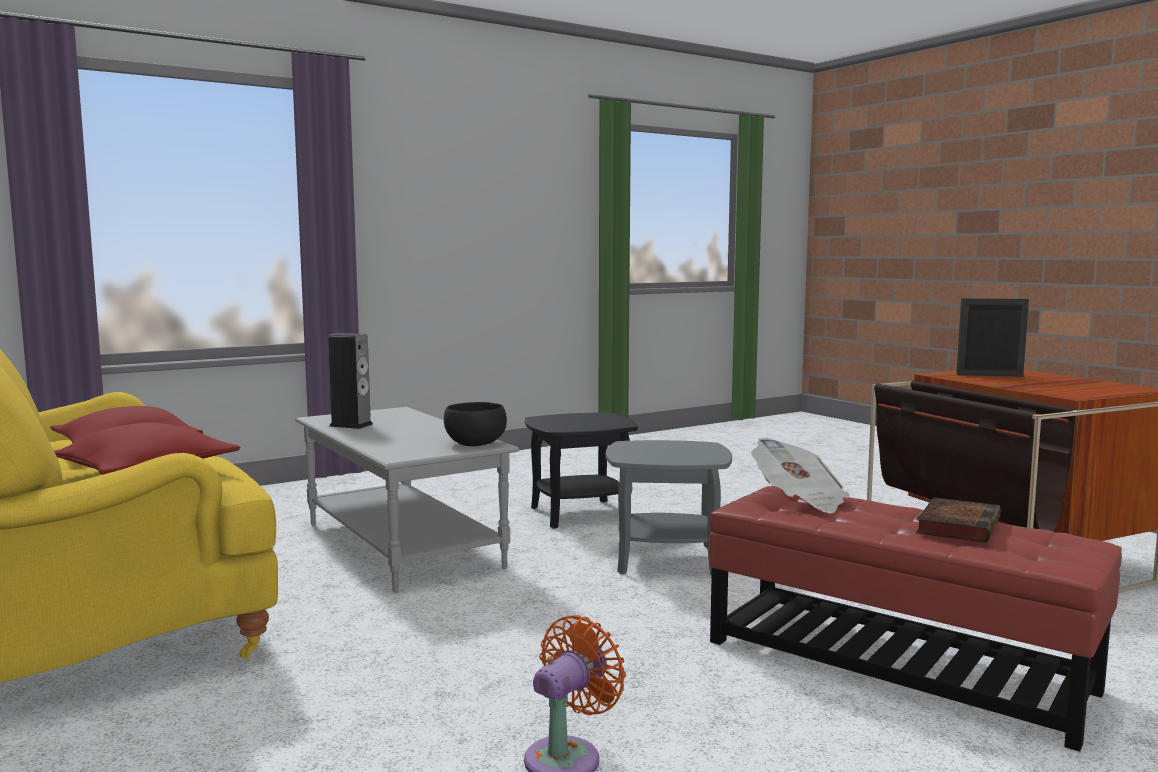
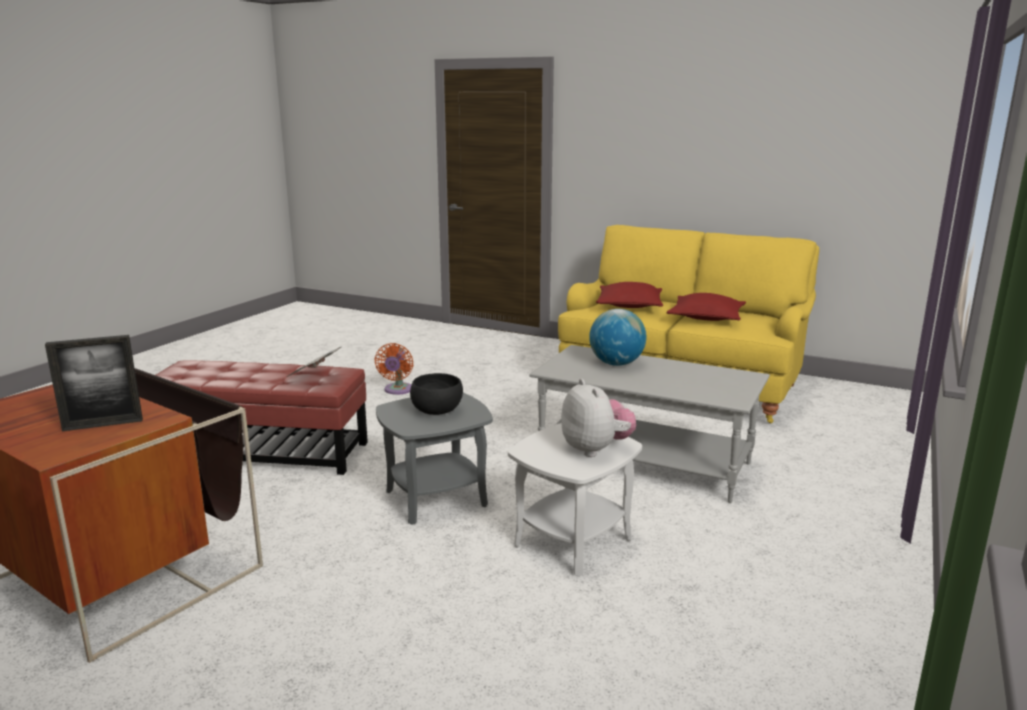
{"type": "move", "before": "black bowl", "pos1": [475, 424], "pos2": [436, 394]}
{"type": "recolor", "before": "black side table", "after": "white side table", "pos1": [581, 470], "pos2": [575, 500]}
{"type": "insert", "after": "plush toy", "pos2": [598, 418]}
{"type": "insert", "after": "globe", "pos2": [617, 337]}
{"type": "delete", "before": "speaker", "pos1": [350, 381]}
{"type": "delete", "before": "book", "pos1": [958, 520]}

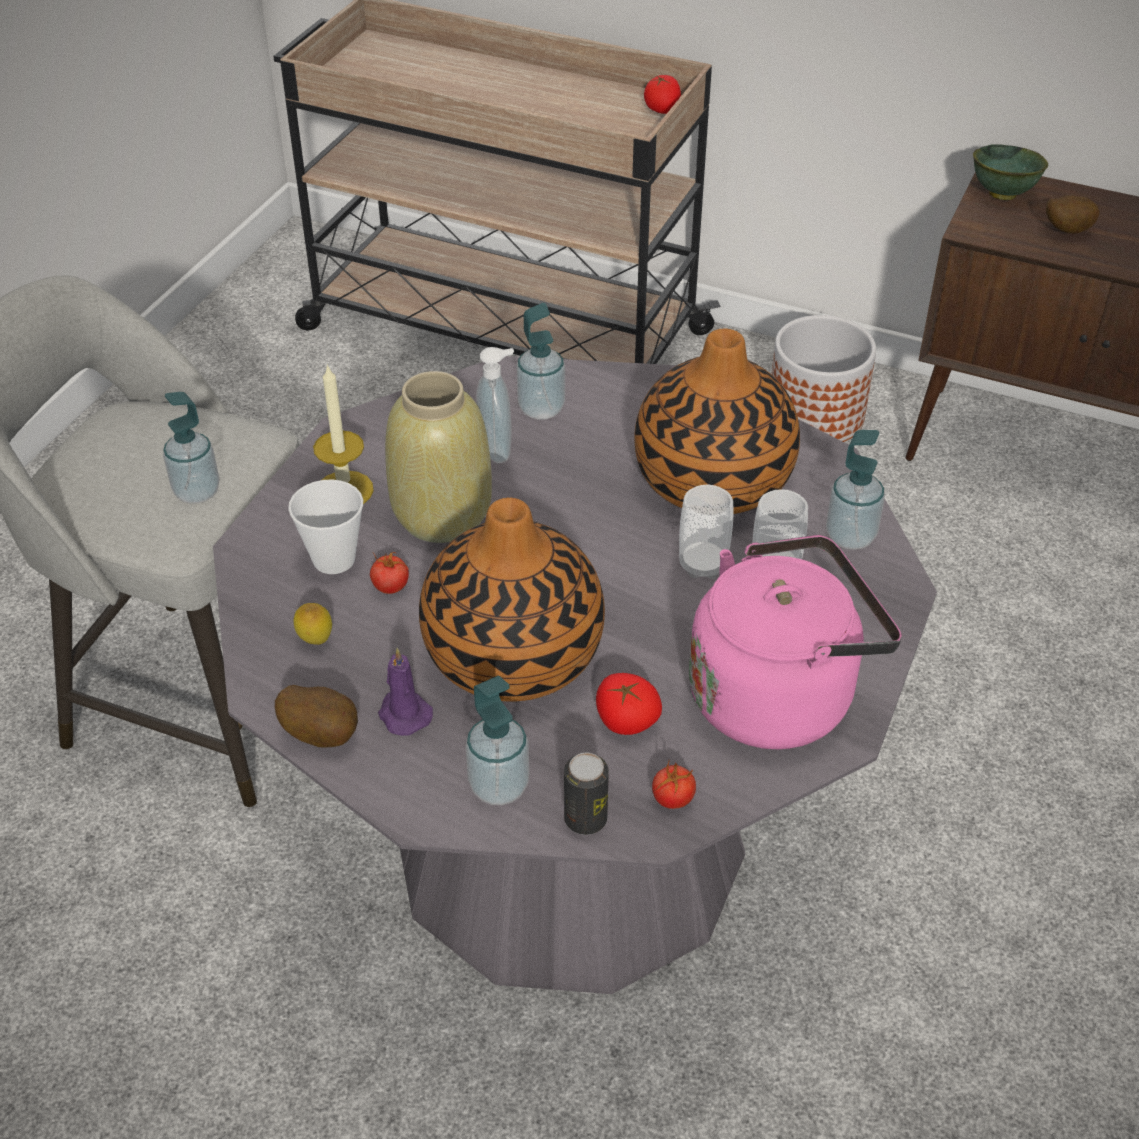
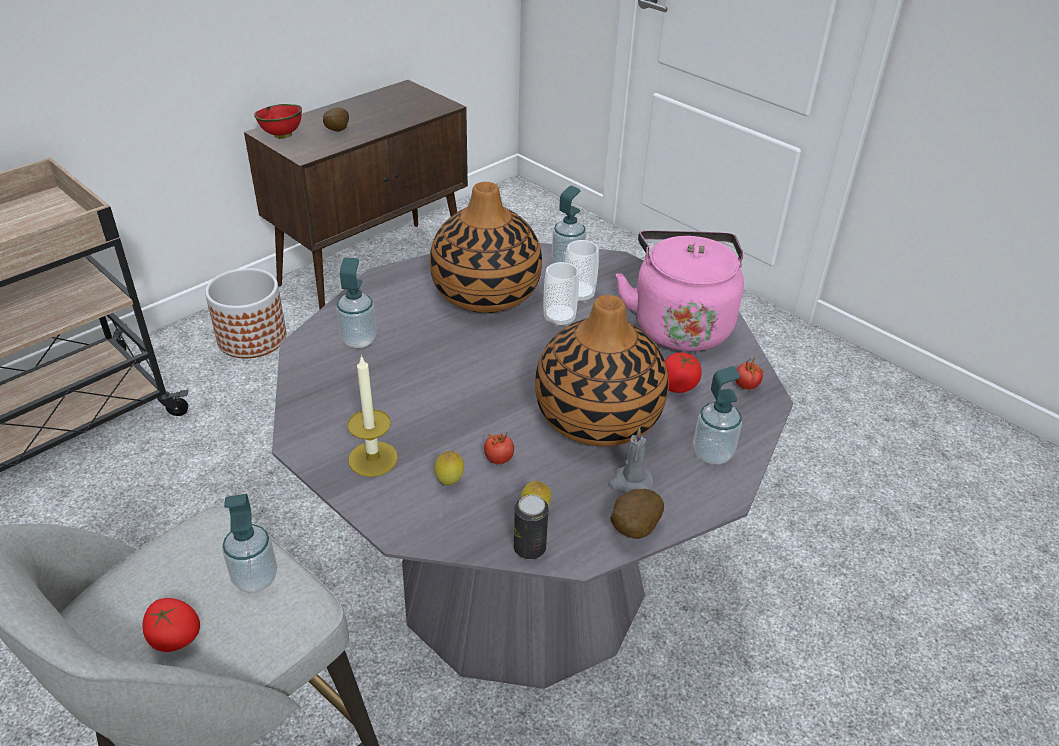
{"type": "move", "before": "tomato", "pos1": [662, 94], "pos2": [171, 625]}
{"type": "recolor", "before": "green bowl", "after": "red bowl", "pos1": [1010, 172], "pos2": [278, 121]}
{"type": "replace", "before": "cup", "after": "lemon", "pos1": [325, 526], "pos2": [449, 468]}
{"type": "move", "before": "can", "pos1": [586, 794], "pos2": [531, 527]}
{"type": "recolor", "before": "purple candle", "after": "grey candle", "pos1": [405, 691], "pos2": [631, 461]}
{"type": "delete", "before": "beige vase", "pos1": [438, 457]}
{"type": "delete", "before": "soap dispenser", "pos1": [495, 405]}

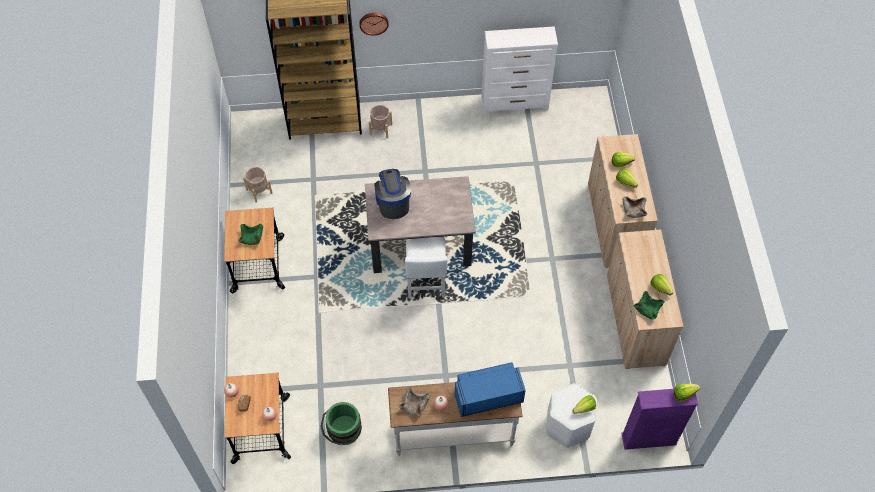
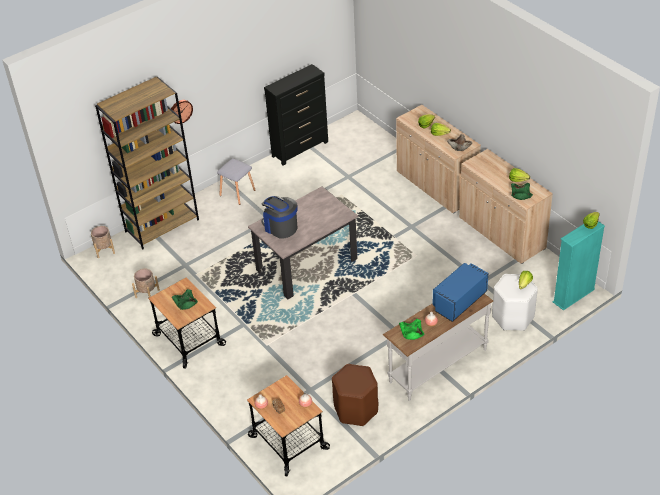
{"type": "move", "before": "beige planter", "pos1": [380, 121], "pos2": [103, 242]}
{"type": "insert", "after": "grey stool", "pos2": [236, 182]}
{"type": "recolor", "before": "white dresser", "after": "black dresser", "pos1": [519, 70], "pos2": [296, 115]}
{"type": "replace", "before": "green bucket", "after": "brown stool", "pos1": [341, 423], "pos2": [355, 395]}
{"type": "recolor", "before": "beige bowl", "after": "green bowl", "pos1": [414, 402], "pos2": [411, 329]}
{"type": "recolor", "before": "purple bookcase", "after": "turquoise bookcase", "pos1": [659, 419], "pos2": [579, 266]}
{"type": "delete", "before": "white chair", "pos1": [426, 267]}

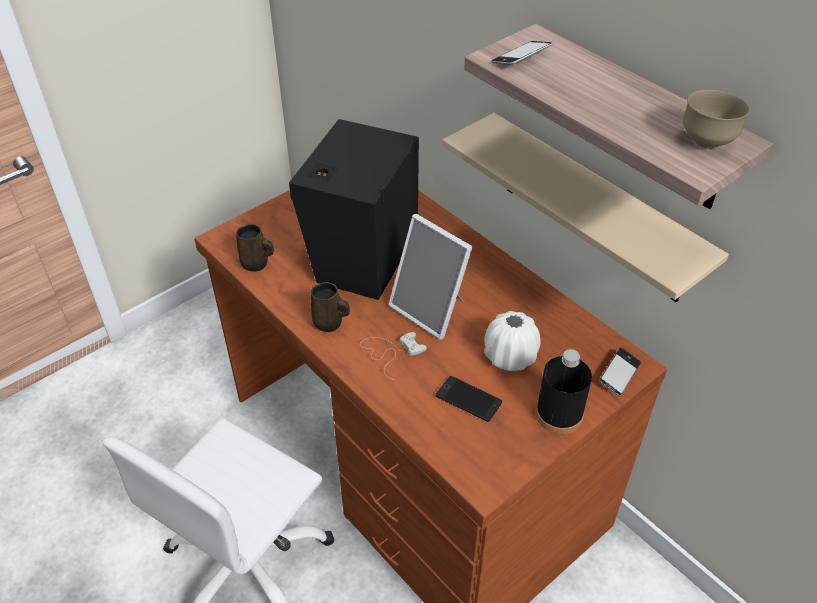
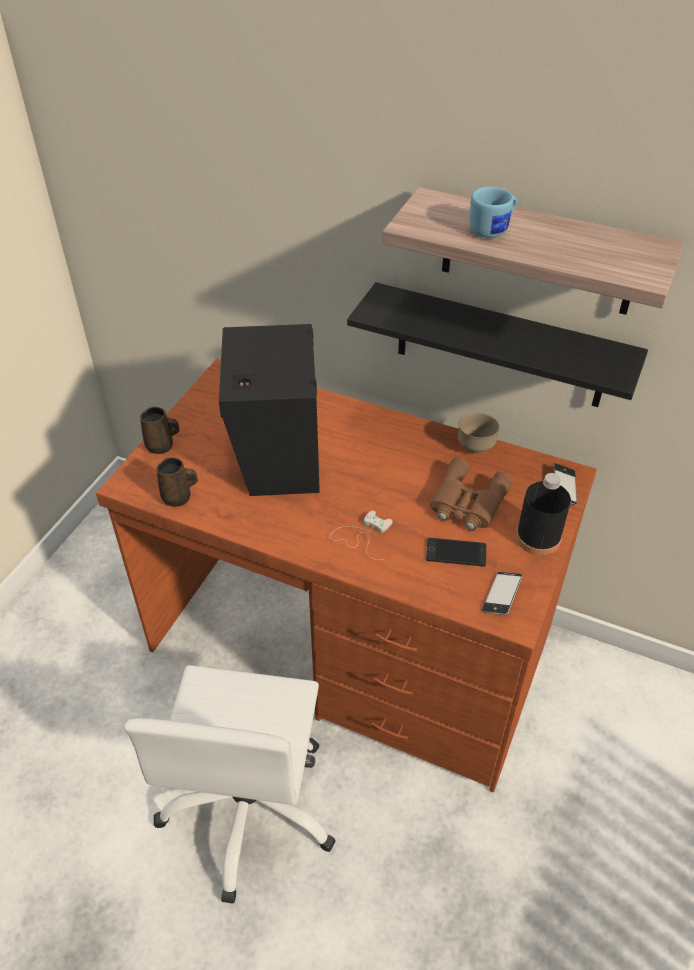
{"type": "move", "before": "brown mug", "pos1": [330, 307], "pos2": [159, 430]}
{"type": "recolor", "before": "beige shelf", "after": "black shelf", "pos1": [585, 208], "pos2": [497, 344]}
{"type": "replace", "before": "white vase", "after": "brown binoculars", "pos1": [512, 341], "pos2": [471, 494]}
{"type": "move", "before": "brown bowl", "pos1": [716, 119], "pos2": [479, 433]}
{"type": "insert", "after": "blue mug", "pos2": [494, 212]}
{"type": "move", "before": "phone", "pos1": [522, 53], "pos2": [502, 593]}
{"type": "delete", "before": "picture frame", "pos1": [430, 277]}

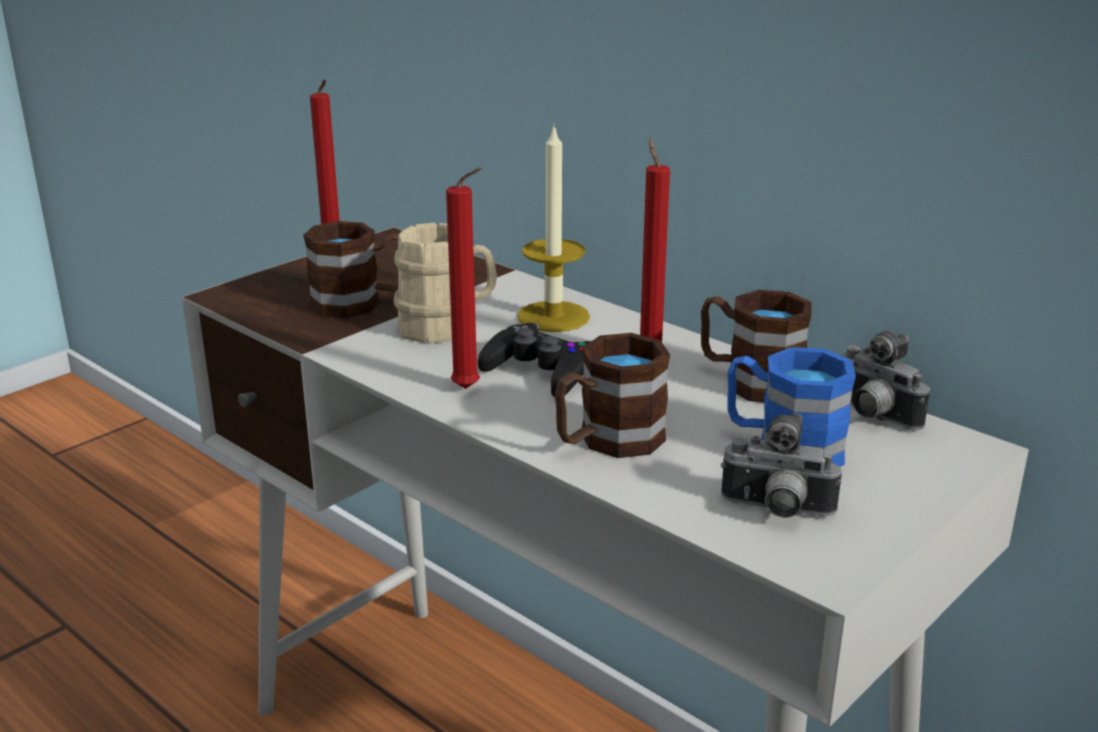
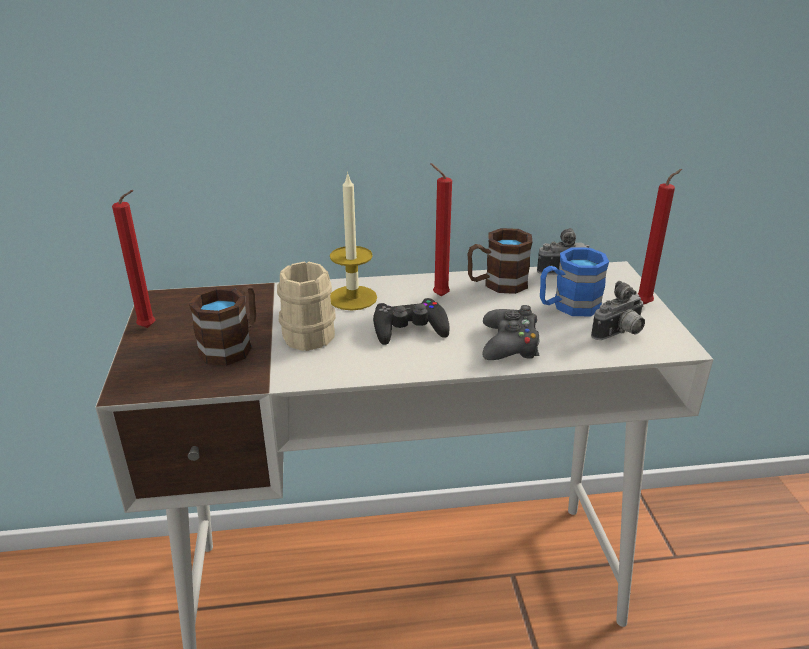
{"type": "replace", "before": "brown mug", "after": "black game controller", "pos1": [612, 395], "pos2": [510, 332]}
{"type": "move", "before": "red candle", "pos1": [464, 278], "pos2": [660, 237]}

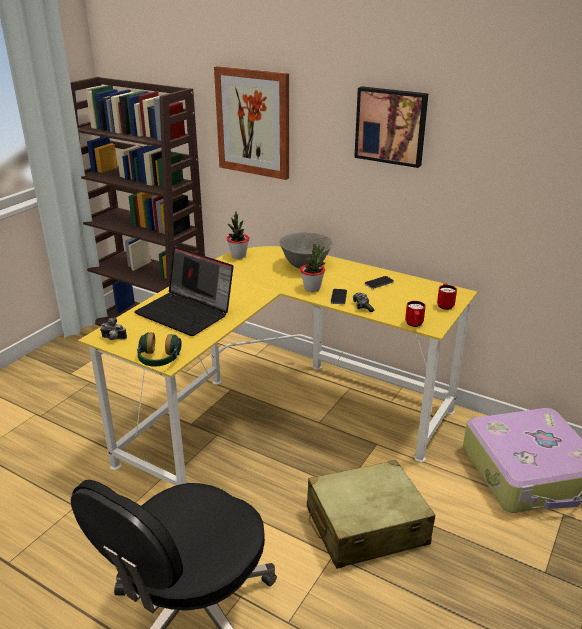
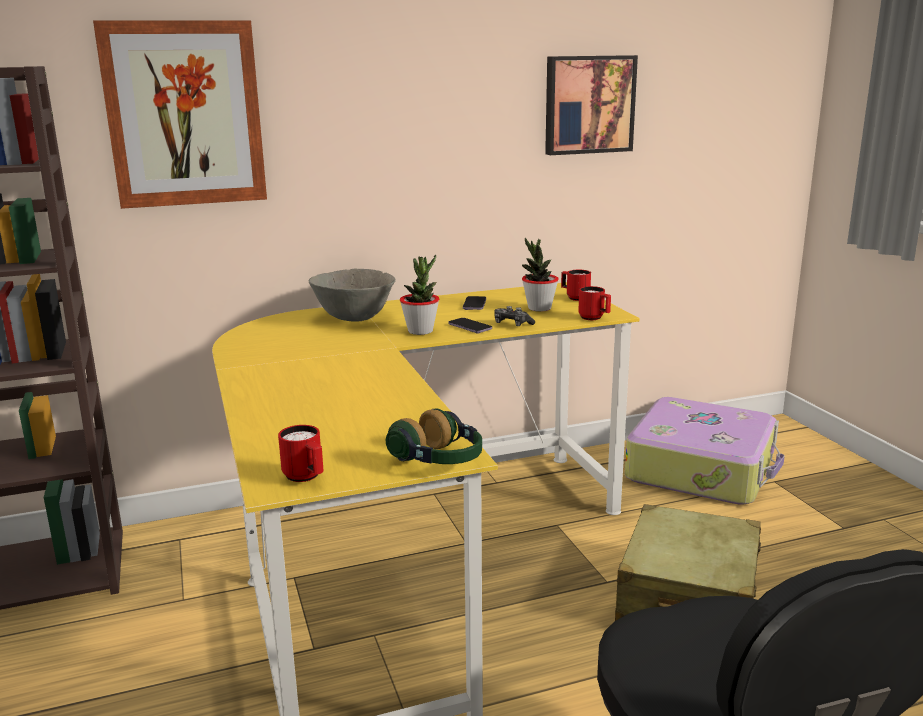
{"type": "replace", "before": "photo camera", "after": "red mug", "pos1": [113, 328], "pos2": [301, 453]}
{"type": "move", "before": "potted plant", "pos1": [238, 235], "pos2": [540, 275]}
{"type": "move", "before": "picture", "pos1": [391, 127], "pos2": [591, 105]}
{"type": "delete", "before": "laptop", "pos1": [183, 291]}

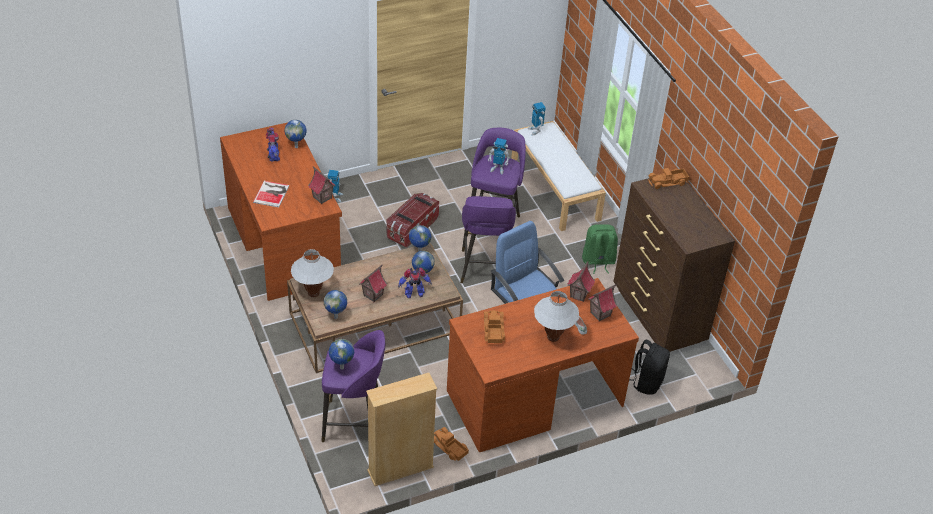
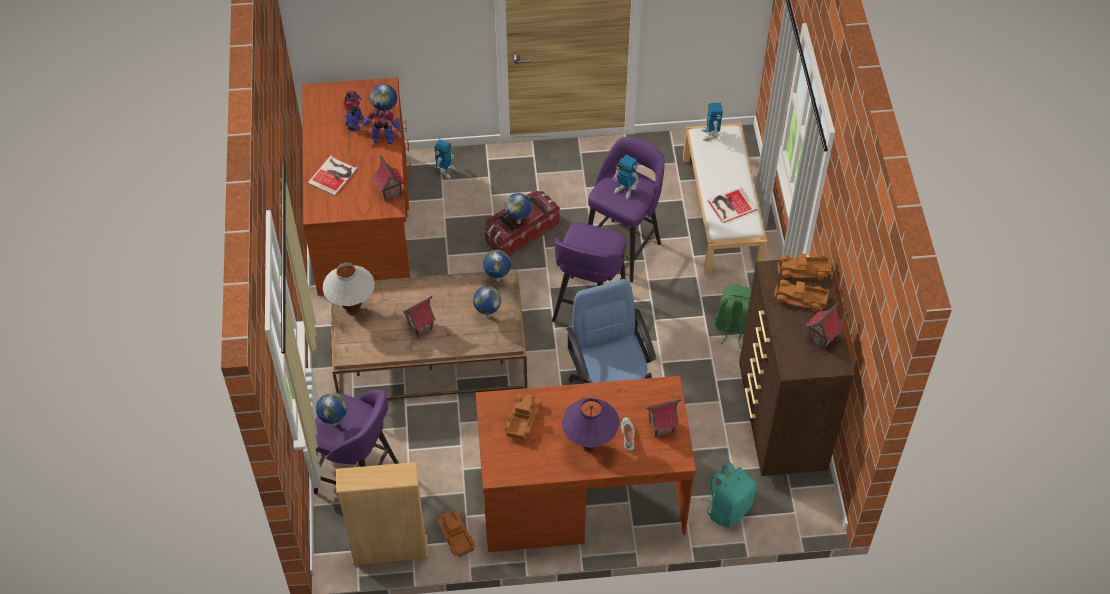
{"type": "move", "before": "toy robot", "pos1": [415, 282], "pos2": [382, 126]}
{"type": "move", "before": "globe", "pos1": [335, 304], "pos2": [518, 208]}
{"type": "recolor", "before": "white table lamp", "after": "purple table lamp", "pos1": [556, 316], "pos2": [591, 425]}
{"type": "recolor", "before": "black backpack", "after": "turquoise backpack", "pos1": [649, 367], "pos2": [729, 495]}
{"type": "insert", "after": "book", "pos2": [732, 205]}
{"type": "insert", "after": "toy truck", "pos2": [801, 295]}
{"type": "move", "before": "toy house", "pos1": [581, 281], "pos2": [825, 325]}

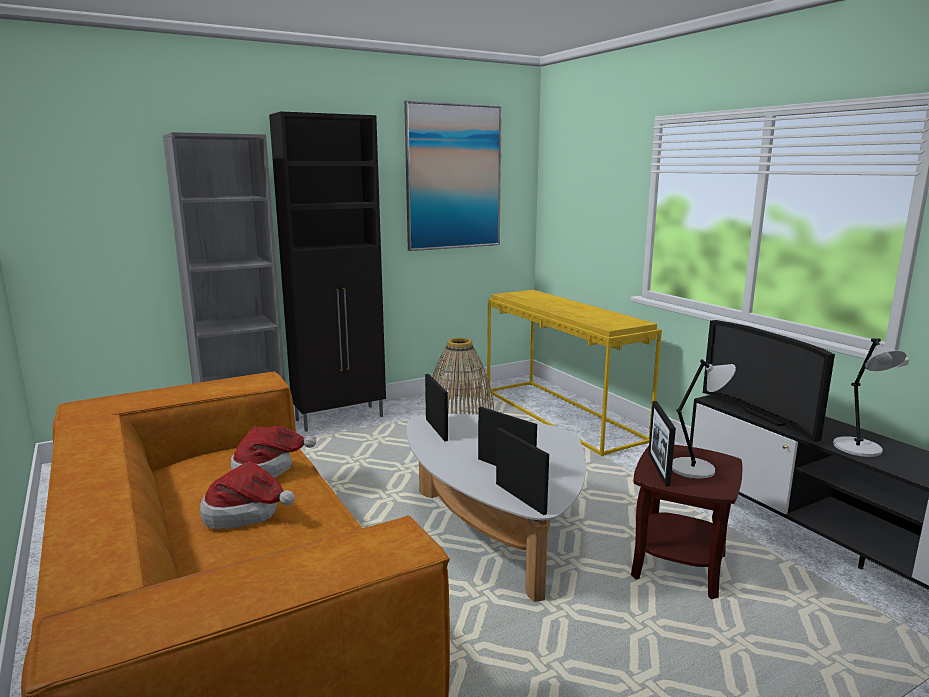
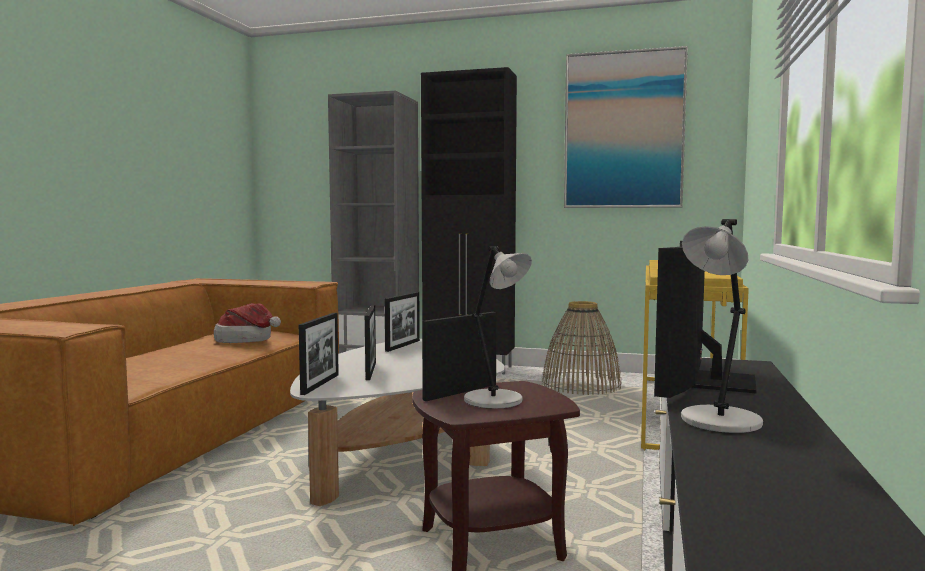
{"type": "delete", "before": "hat", "pos1": [247, 495]}

